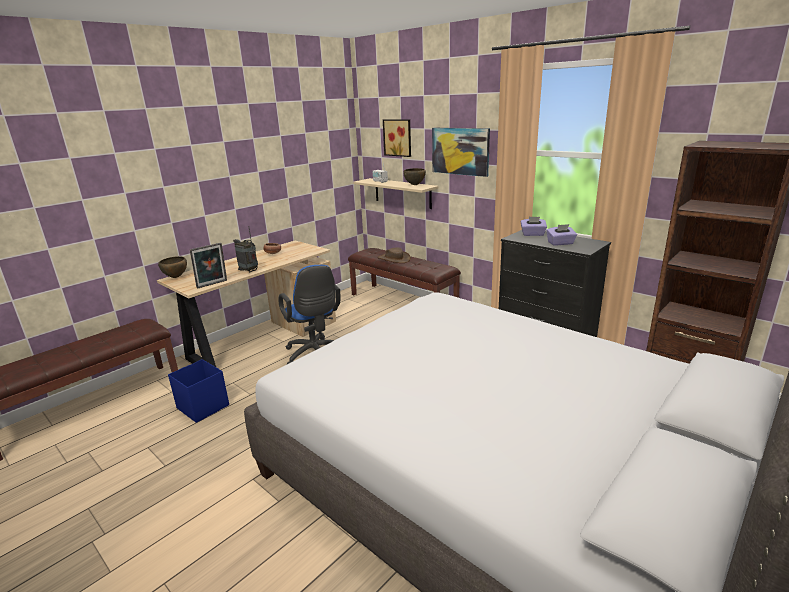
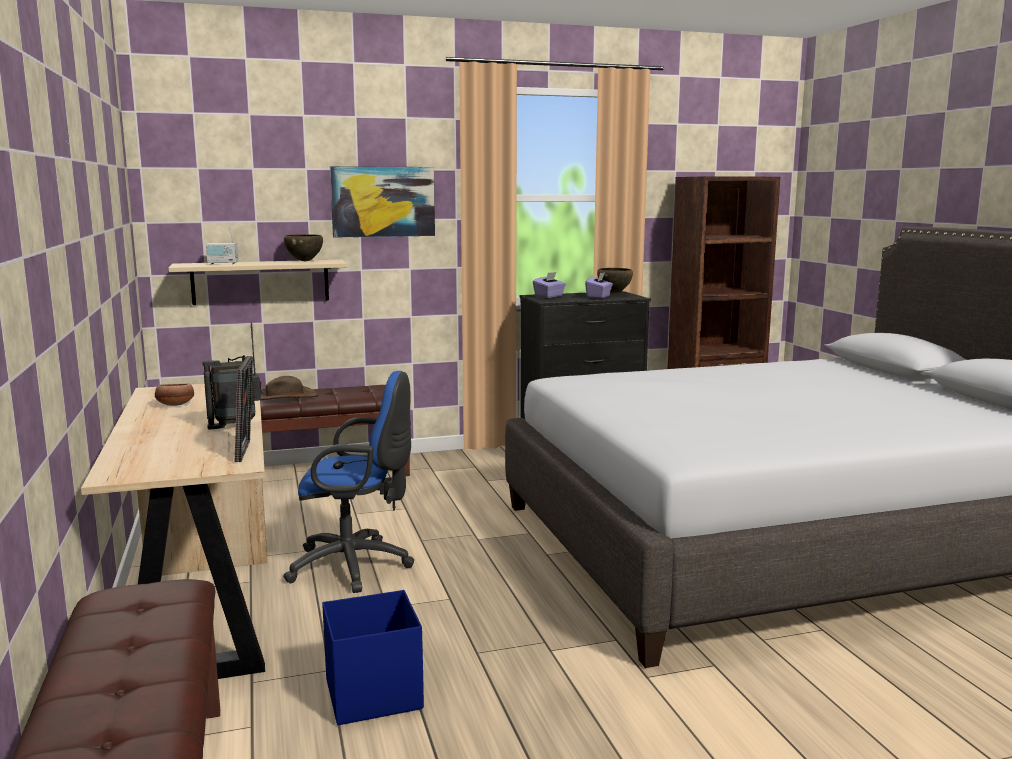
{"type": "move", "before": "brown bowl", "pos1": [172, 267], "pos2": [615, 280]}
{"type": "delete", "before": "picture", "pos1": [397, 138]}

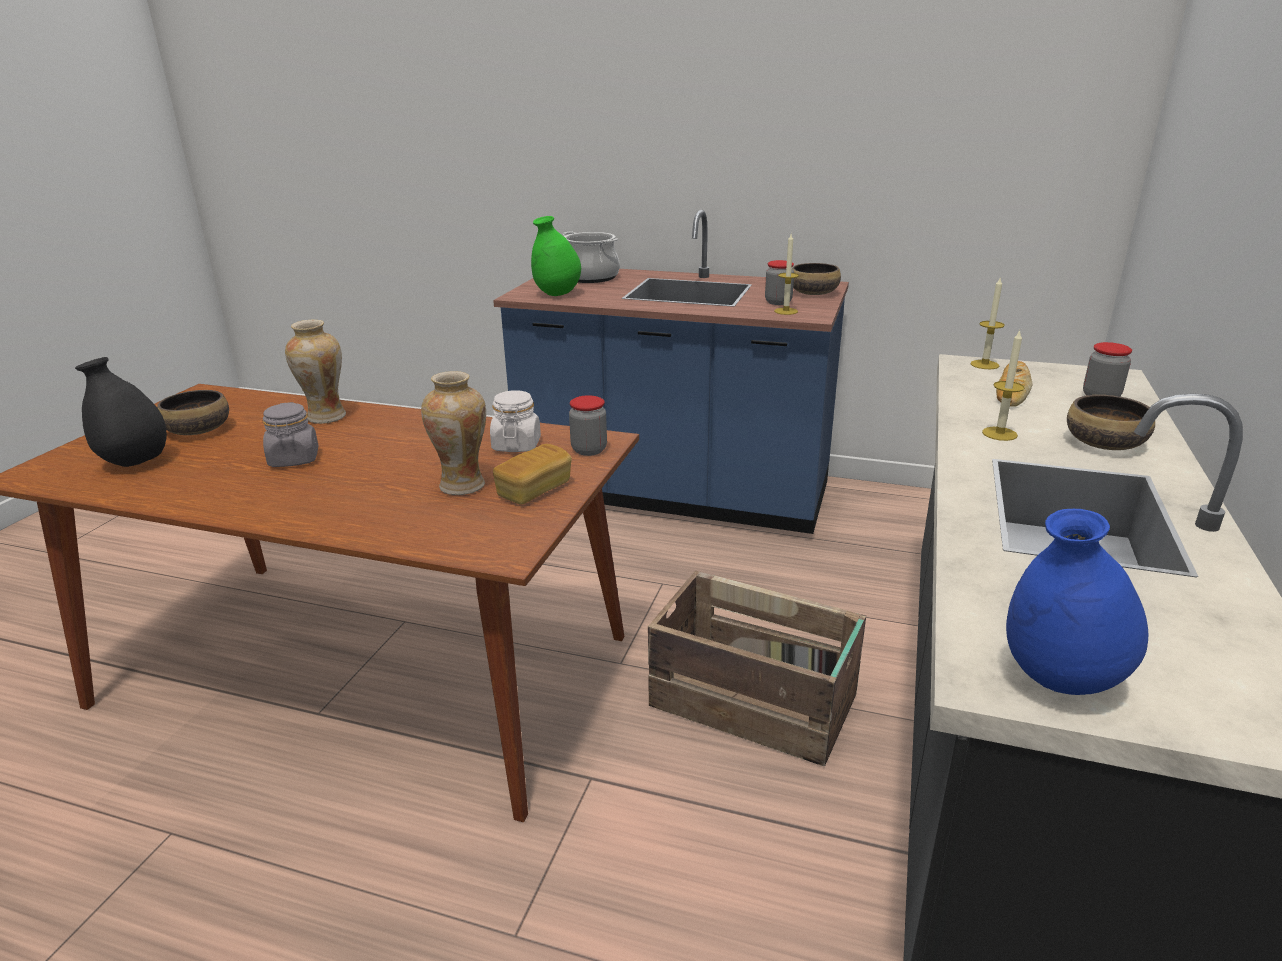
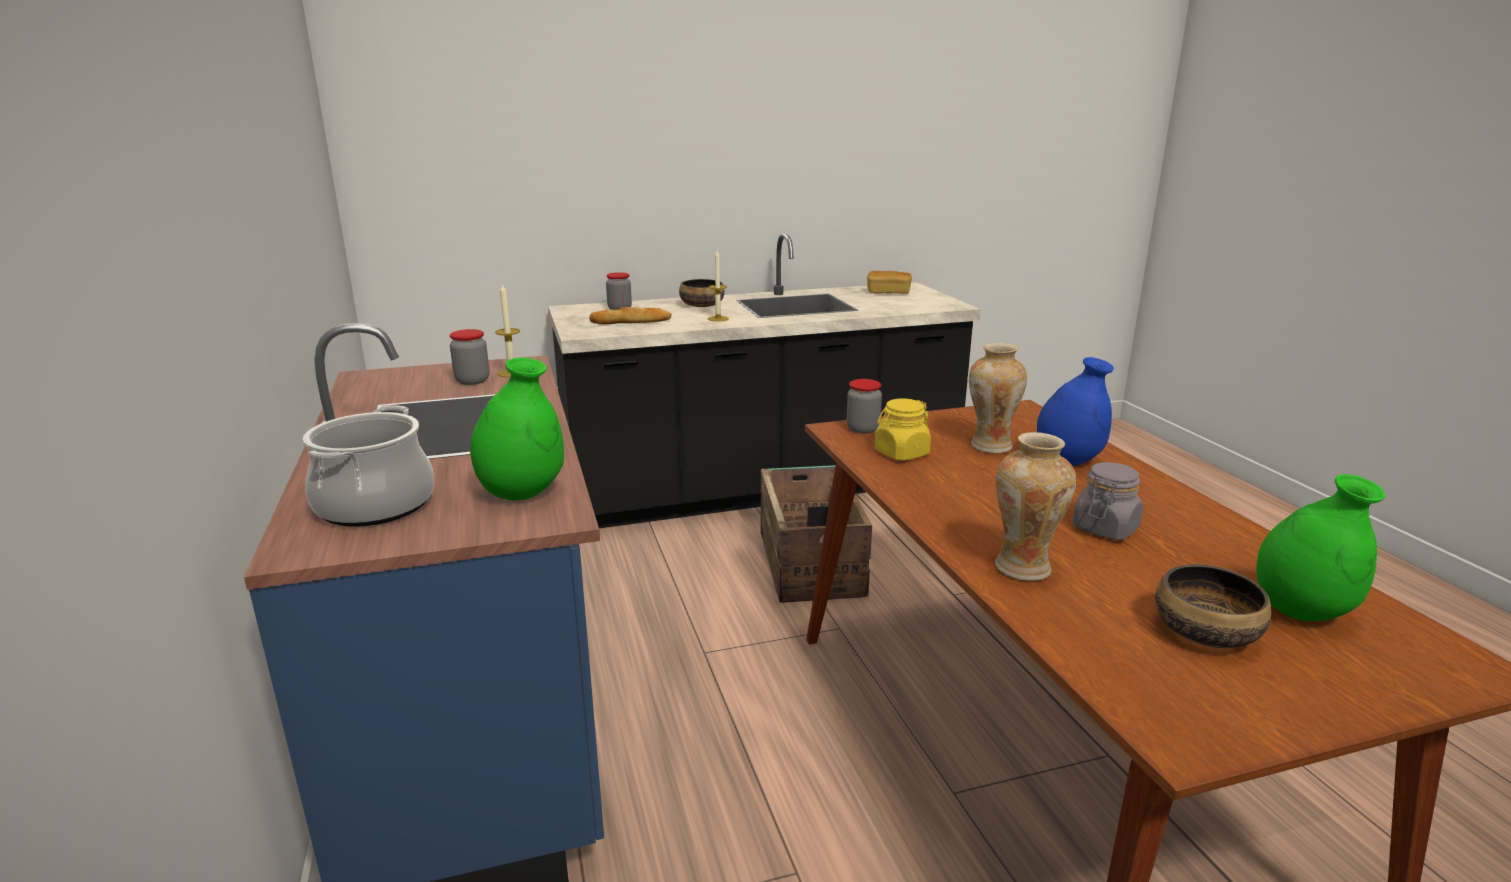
{"type": "move", "before": "bread", "pos1": [532, 474], "pos2": [889, 282]}
{"type": "recolor", "before": "white jar", "after": "yellow jar", "pos1": [515, 421], "pos2": [902, 429]}
{"type": "move", "before": "blue vase", "pos1": [1077, 602], "pos2": [1075, 411]}
{"type": "recolor", "before": "black vase", "after": "green vase", "pos1": [121, 412], "pos2": [1320, 548]}
{"type": "delete", "before": "bowl", "pos1": [816, 279]}
{"type": "delete", "before": "candle", "pos1": [987, 322]}

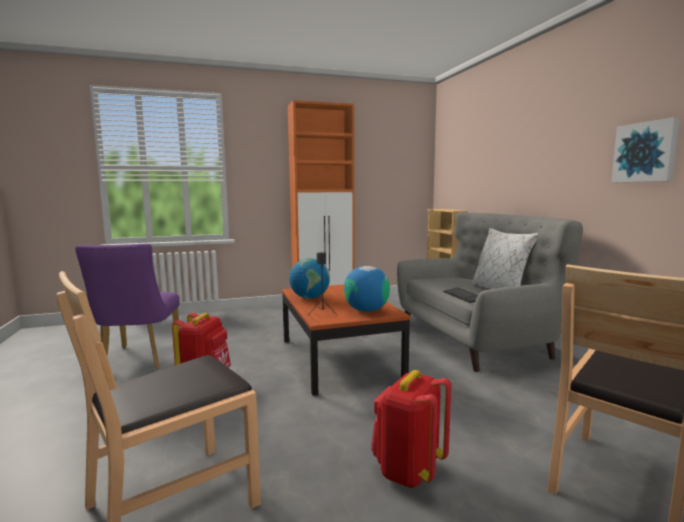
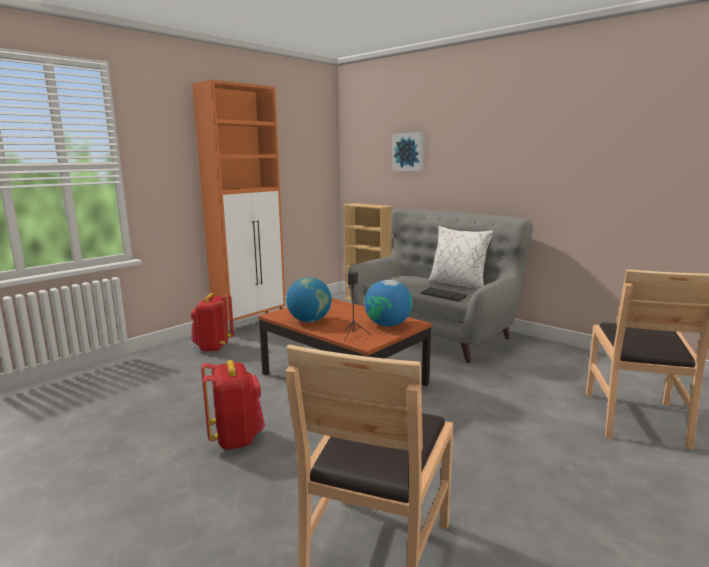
{"type": "move", "before": "red backpack", "pos1": [411, 429], "pos2": [212, 322]}
{"type": "move", "before": "picture", "pos1": [646, 149], "pos2": [408, 151]}
{"type": "delete", "before": "purple chair", "pos1": [127, 306]}

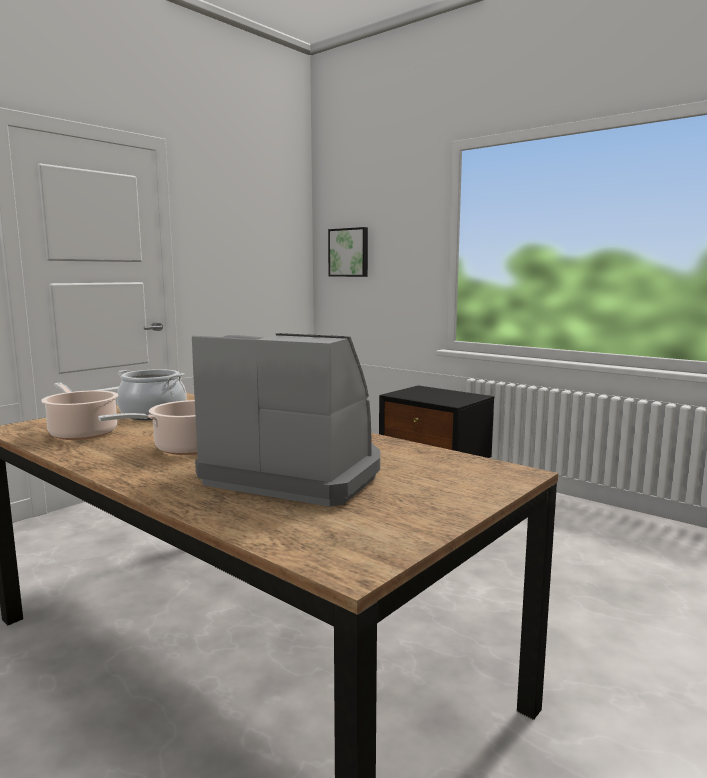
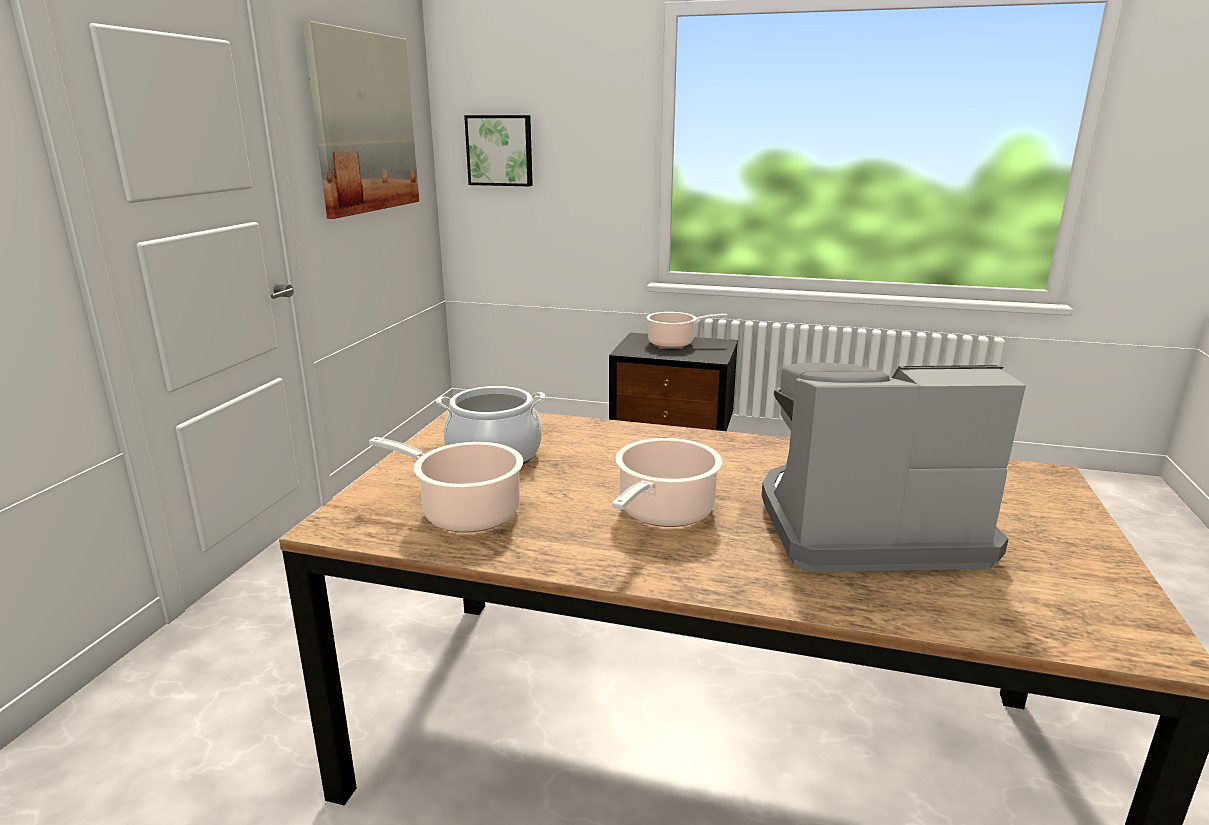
{"type": "insert", "after": "picture", "pos2": [360, 120]}
{"type": "insert", "after": "cooking pot", "pos2": [687, 330]}

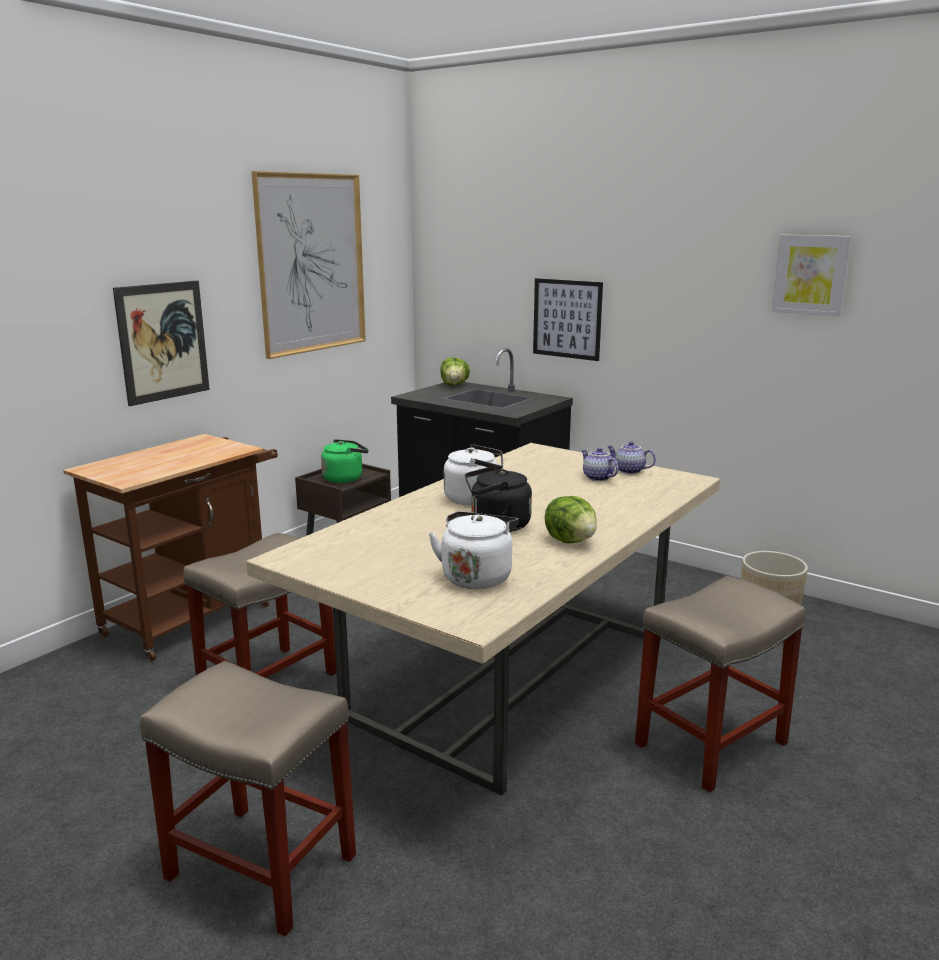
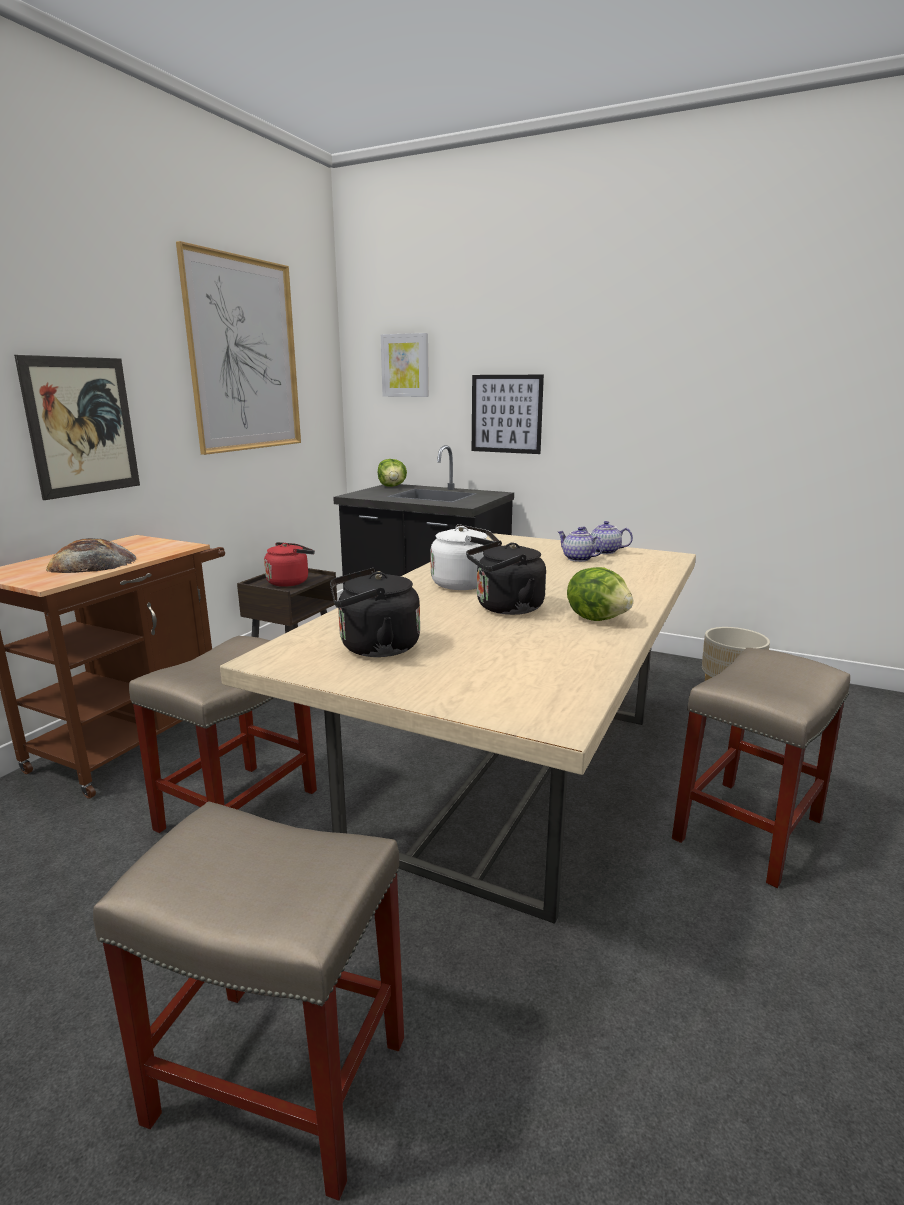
{"type": "insert", "after": "bread", "pos2": [91, 555]}
{"type": "recolor", "before": "green kettle", "after": "red kettle", "pos1": [344, 461], "pos2": [289, 564]}
{"type": "insert", "after": "black kettle", "pos2": [375, 612]}
{"type": "move", "before": "picture", "pos1": [812, 276], "pos2": [405, 365]}
{"type": "delete", "before": "white kettle", "pos1": [473, 550]}

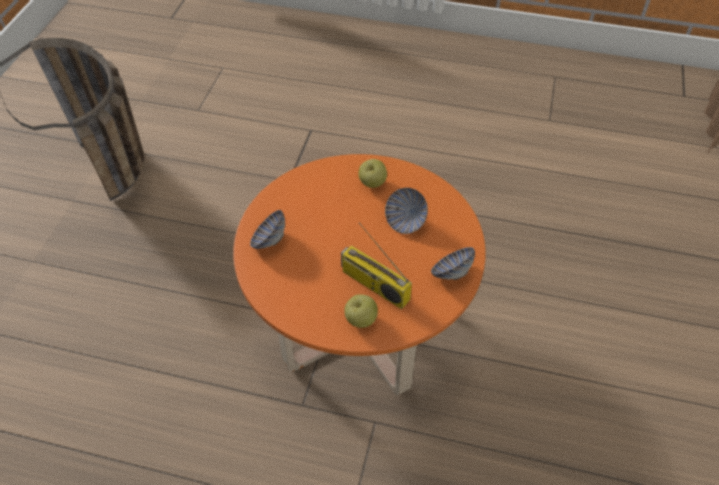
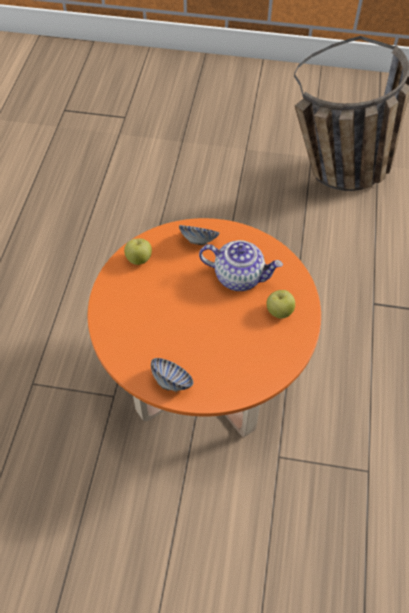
{"type": "move", "before": "apple", "pos1": [361, 311], "pos2": [138, 251]}
{"type": "insert", "after": "teapot", "pos2": [241, 265]}
{"type": "delete", "before": "radio", "pos1": [376, 265]}
{"type": "delete", "before": "bowl", "pos1": [406, 211]}

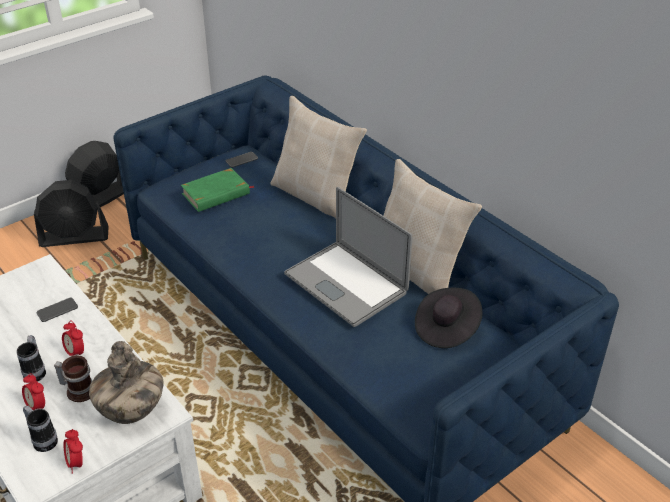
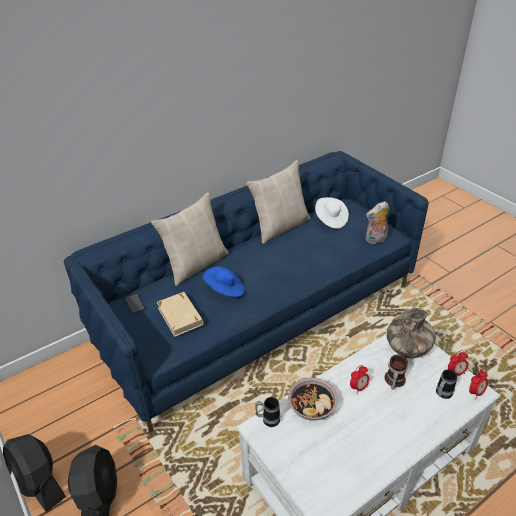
{"type": "recolor", "before": "green book", "after": "beige book", "pos1": [217, 190], "pos2": [180, 314]}
{"type": "insert", "after": "blue hat", "pos2": [223, 281]}
{"type": "move", "before": "mug", "pos1": [31, 358], "pos2": [267, 412]}
{"type": "replace", "before": "phone", "after": "bowl", "pos1": [57, 309], "pos2": [313, 399]}
{"type": "recolor", "before": "black hat", "after": "white hat", "pos1": [448, 318], "pos2": [332, 213]}
{"type": "insert", "after": "plush toy", "pos2": [377, 222]}
{"type": "move", "before": "alarm clock", "pos1": [33, 391], "pos2": [478, 385]}
{"type": "delete", "before": "laptop", "pos1": [348, 257]}

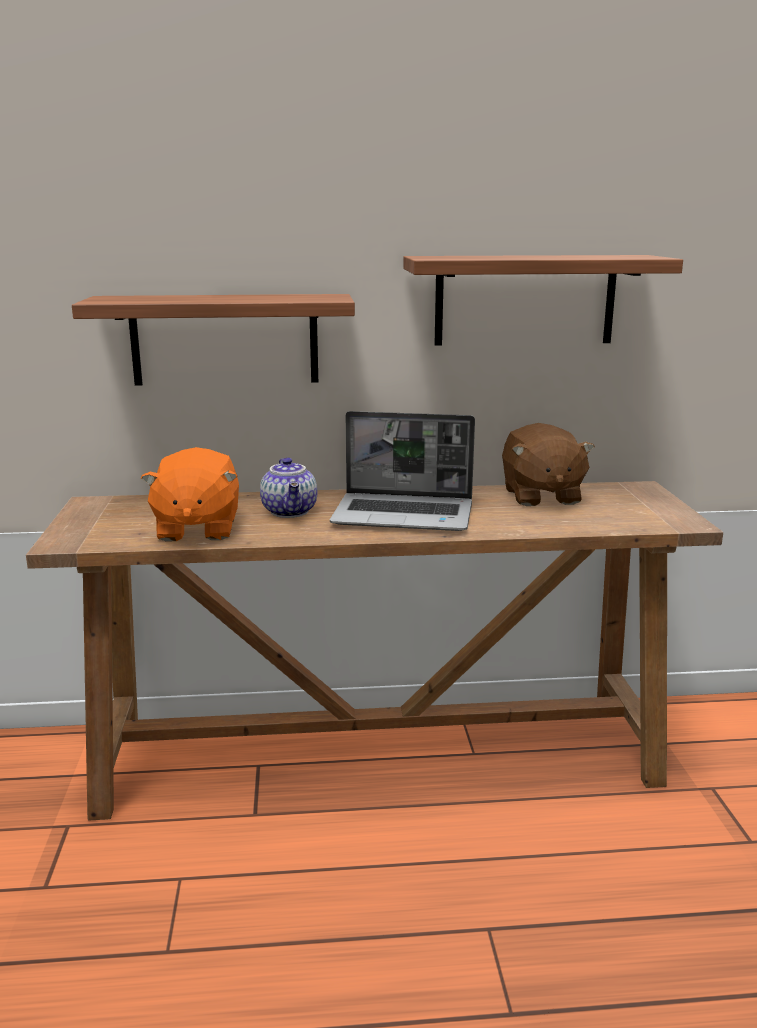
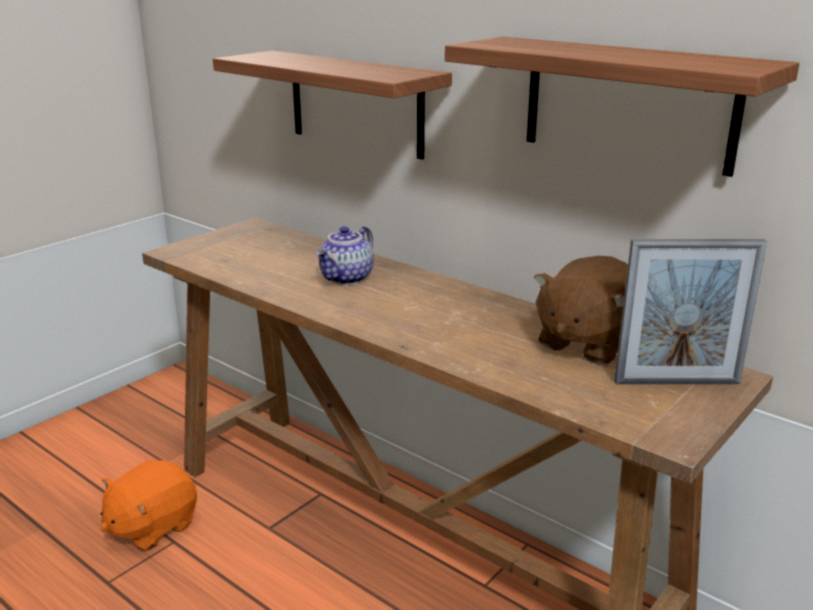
{"type": "move", "before": "orange plush toy", "pos1": [190, 494], "pos2": [148, 505]}
{"type": "insert", "after": "picture frame", "pos2": [690, 311]}
{"type": "delete", "before": "laptop", "pos1": [402, 471]}

